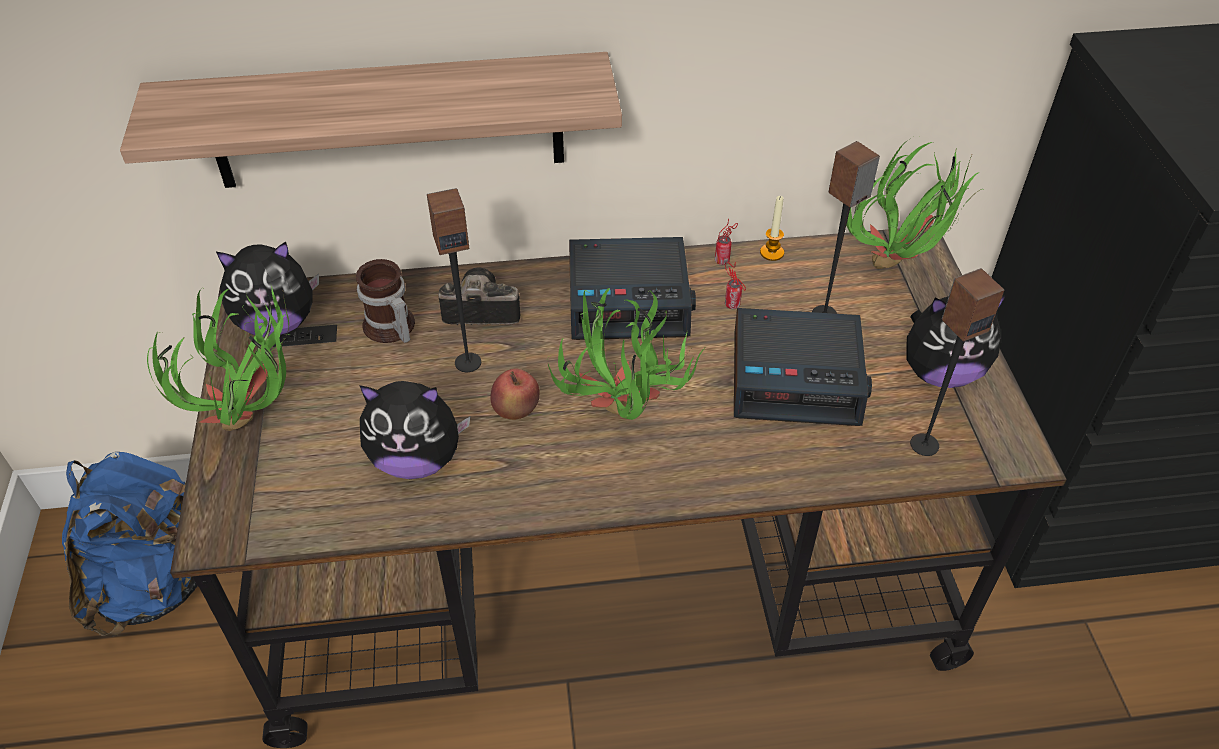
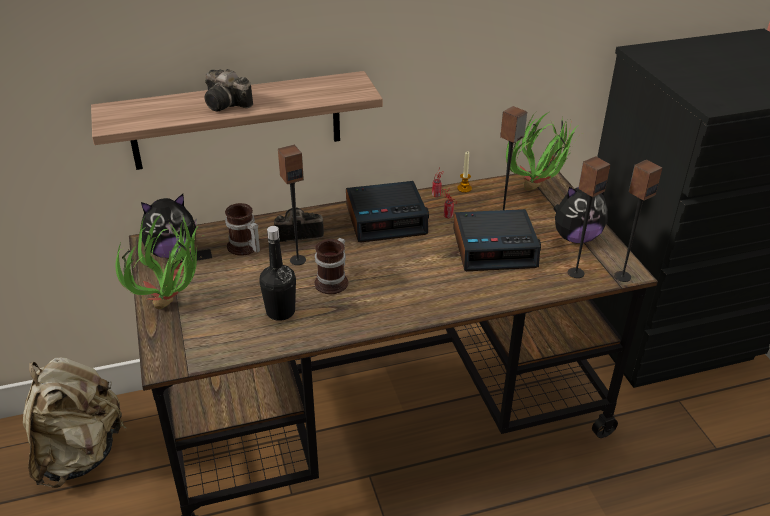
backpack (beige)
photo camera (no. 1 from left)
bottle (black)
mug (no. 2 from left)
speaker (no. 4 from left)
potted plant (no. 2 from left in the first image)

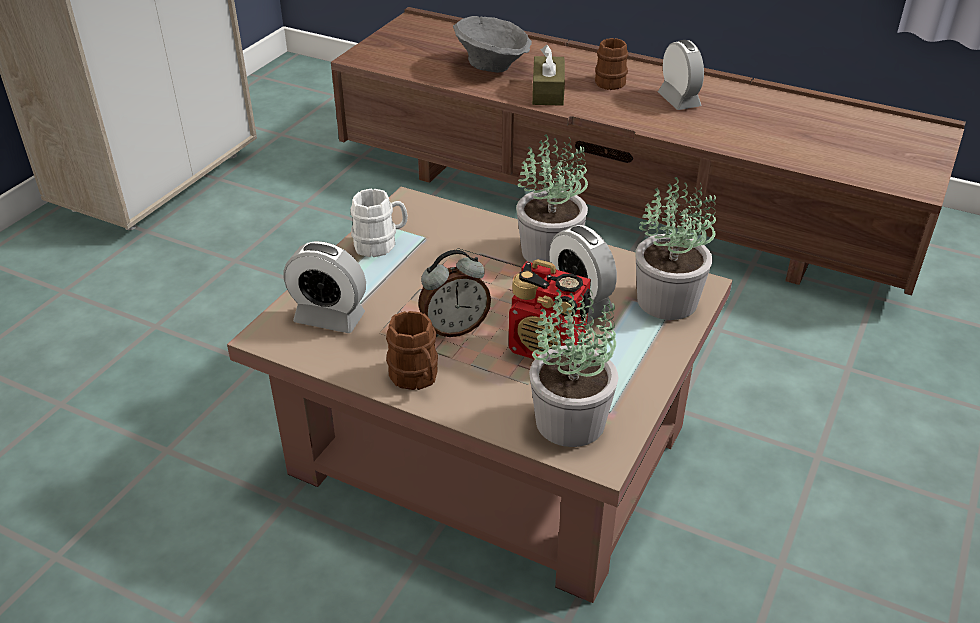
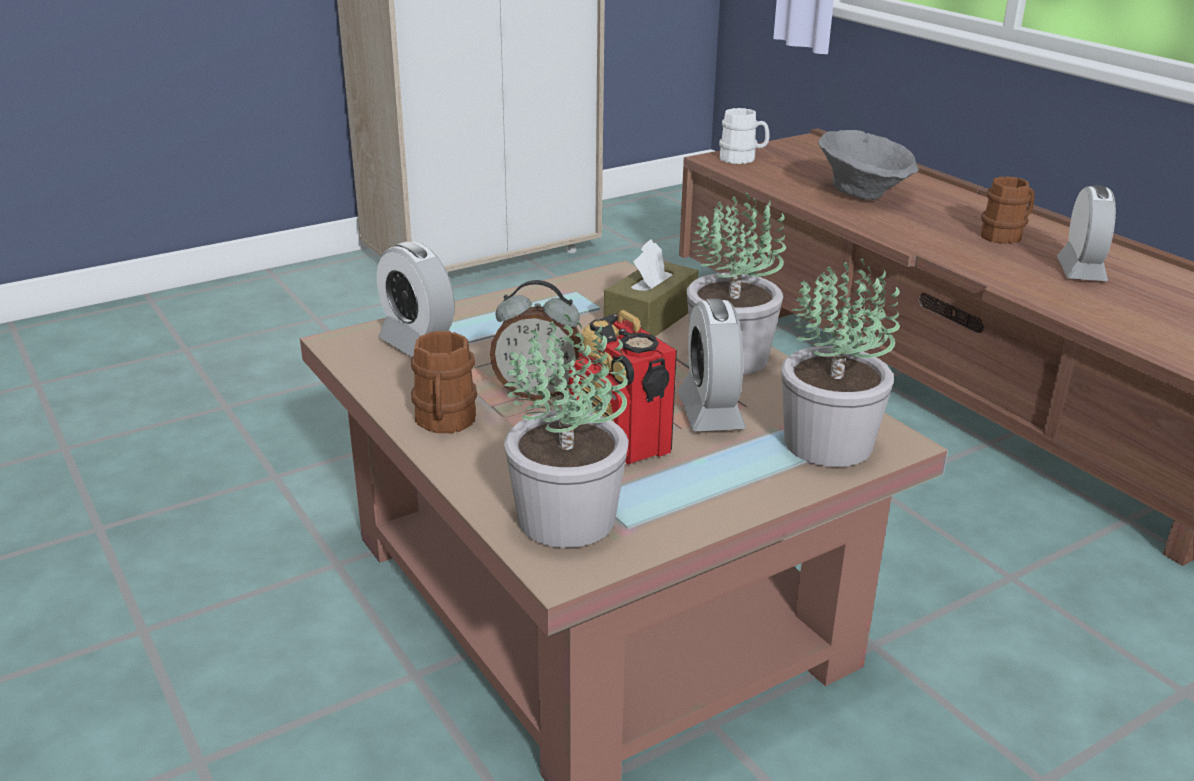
tissue box (brown)
mug (white)

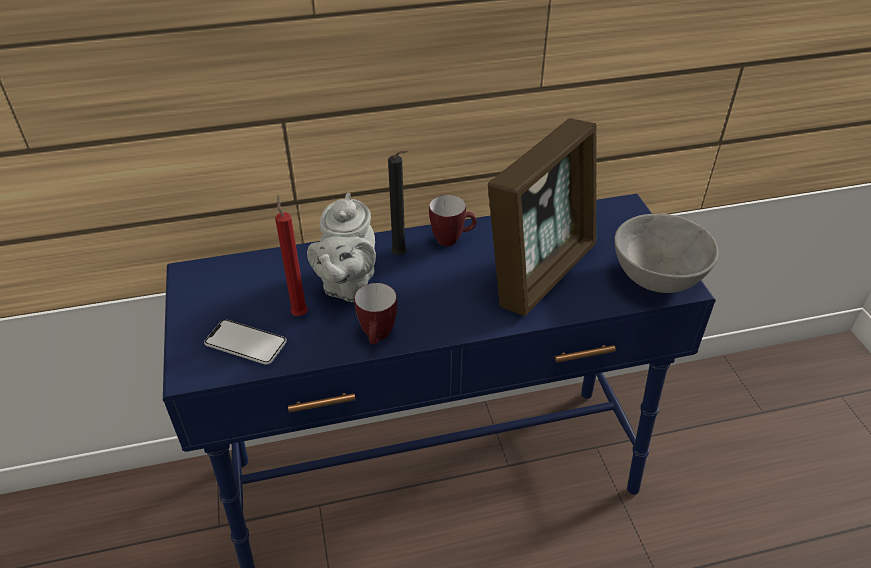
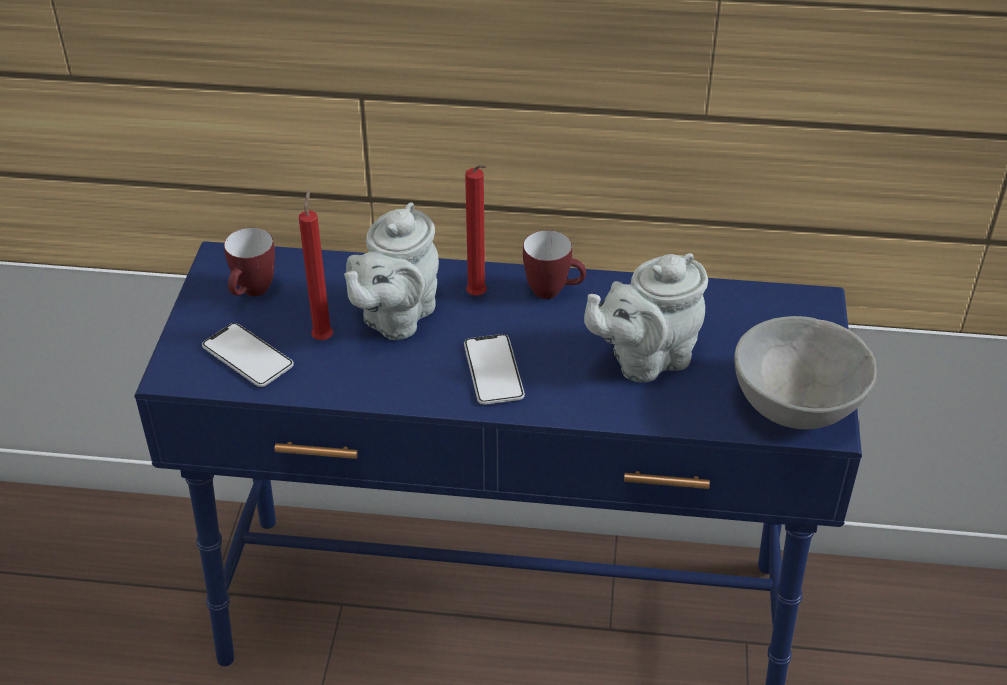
mug (no. 1 from left)
phone (no. 2 from left)
candle (red) (no. 2 from left)
teapot (grey) (no. 2 from left)

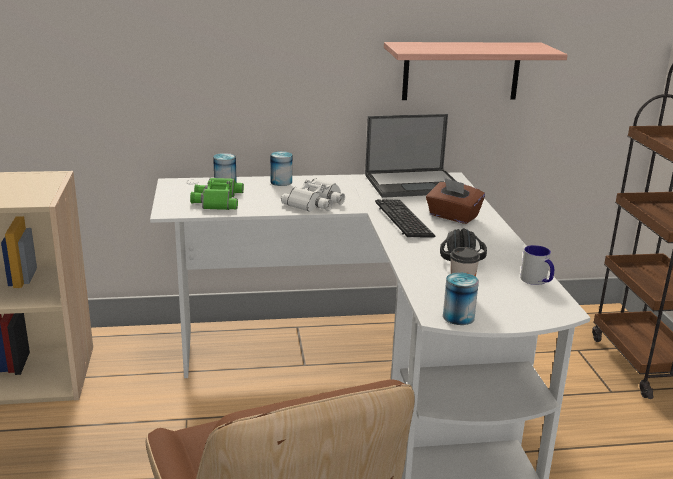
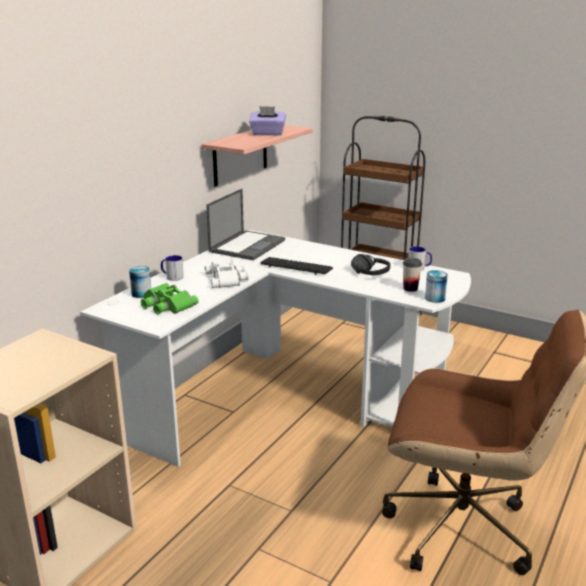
mug (no. 1 from left)
tissue box (purple)
tissue box (brown)

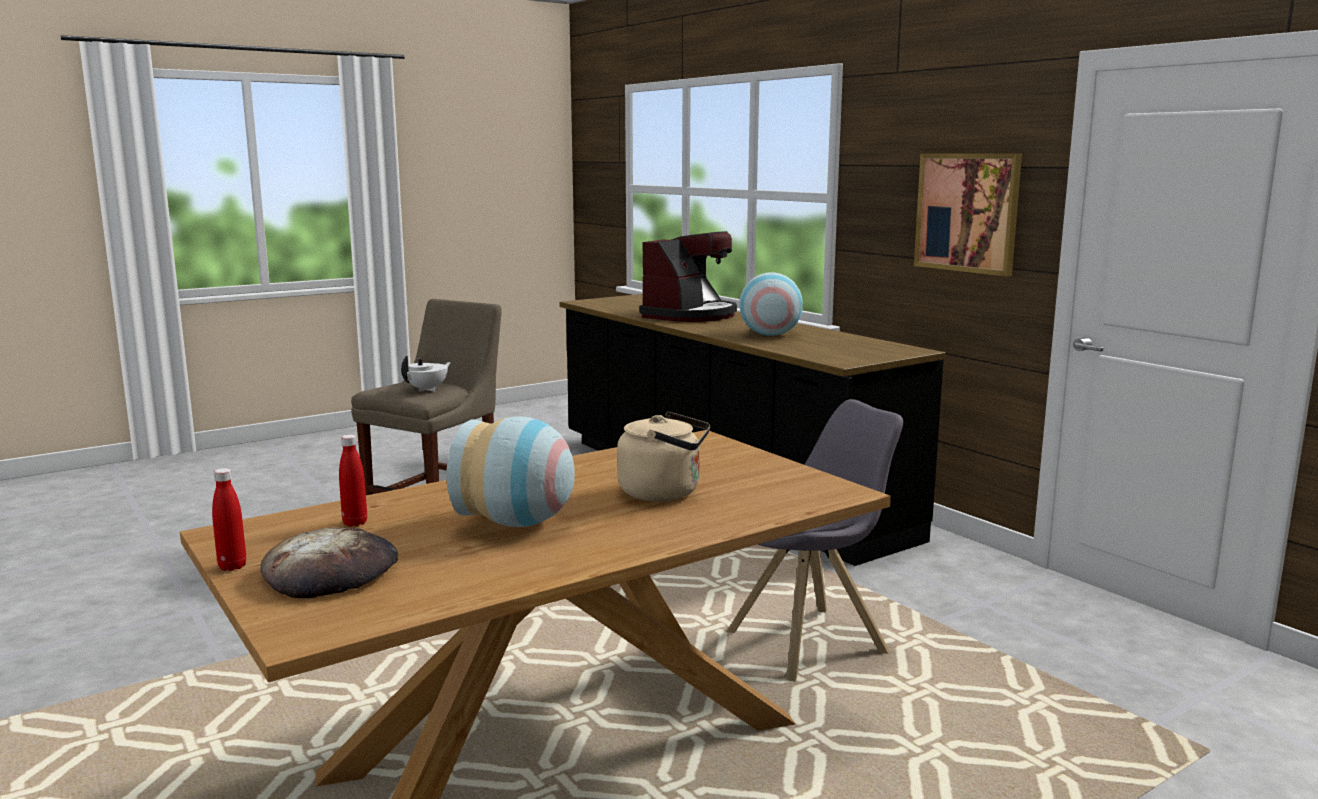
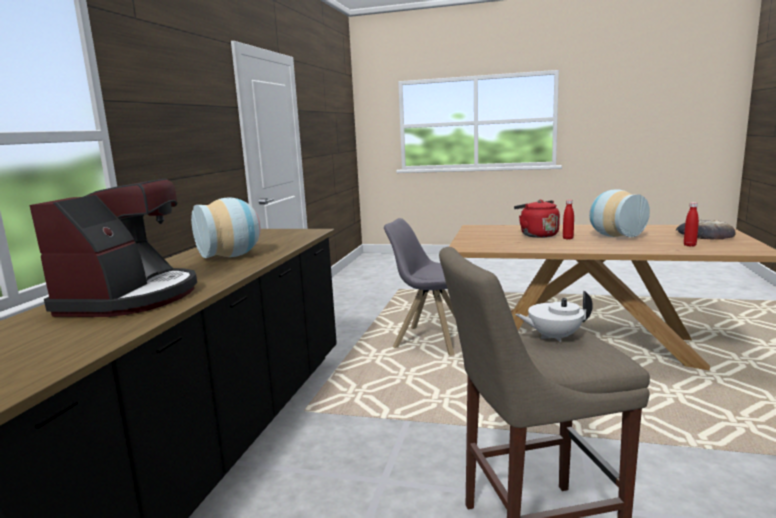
coffee machine
kettle (red)
bottle (red) (no. 1 from left)
picture

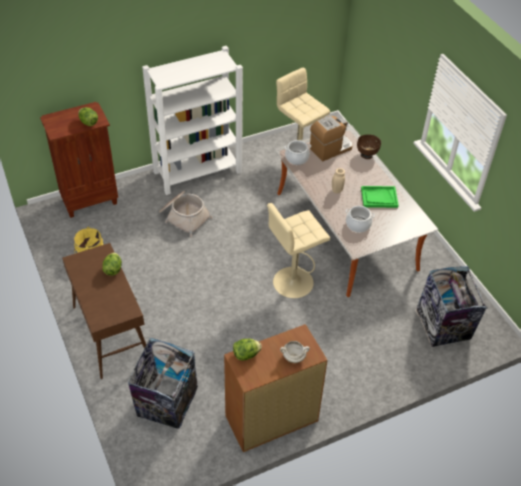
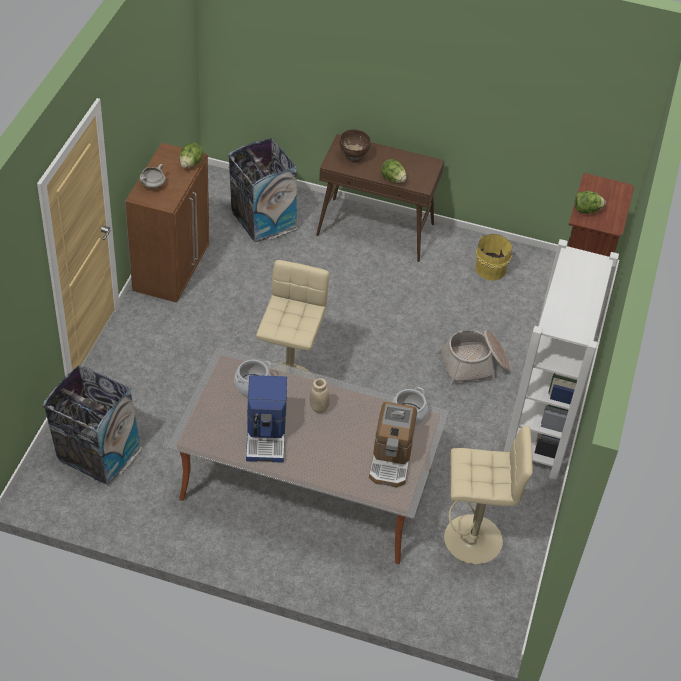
coffee machine (no. 1 from left)
bowl (brown)

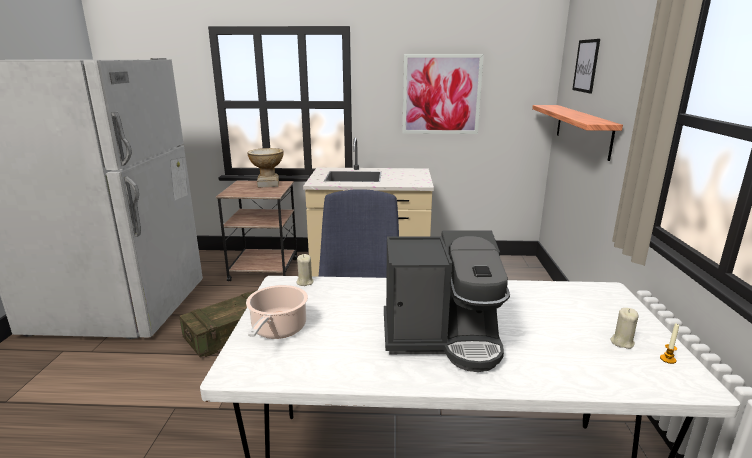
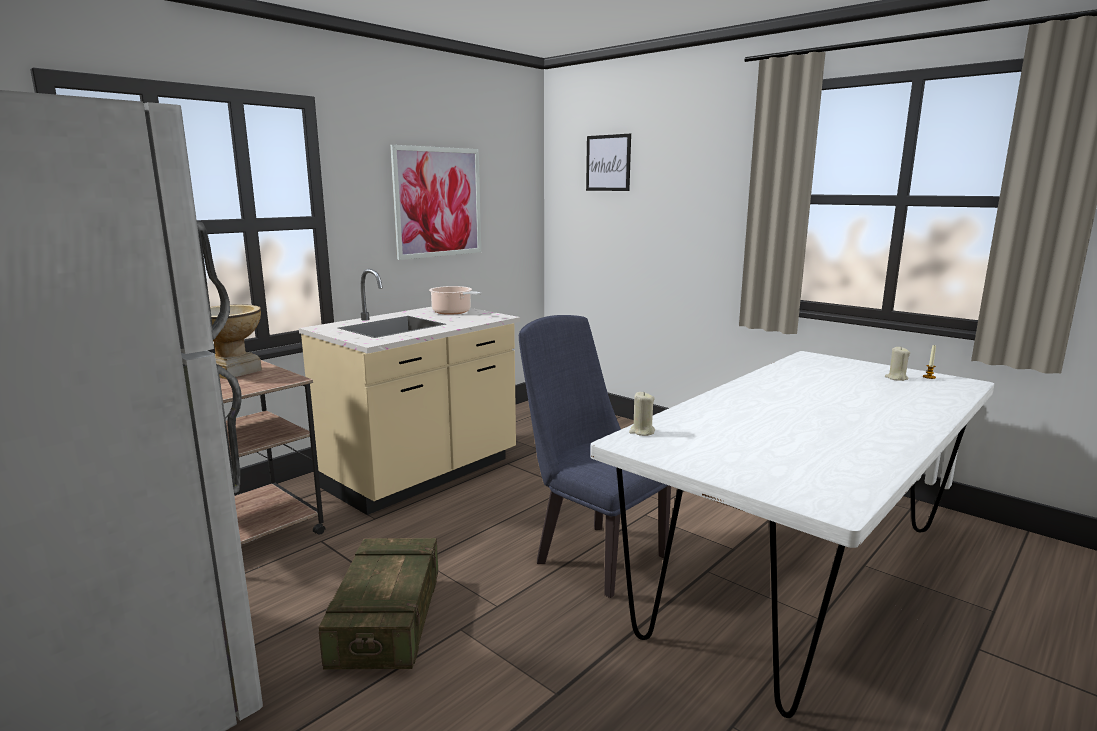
cooking pot
coffee machine
shelf

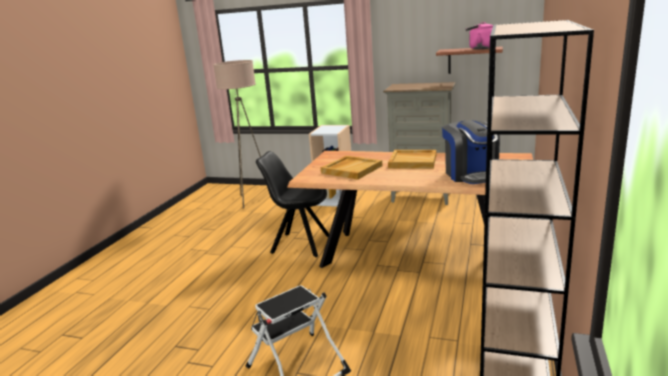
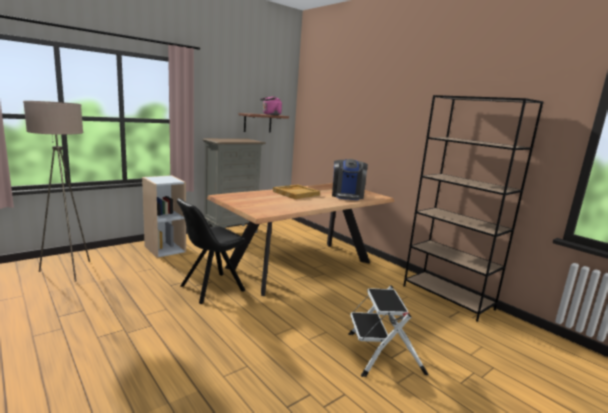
coffee machine
tray (beige) (no. 1 from left in the first image)

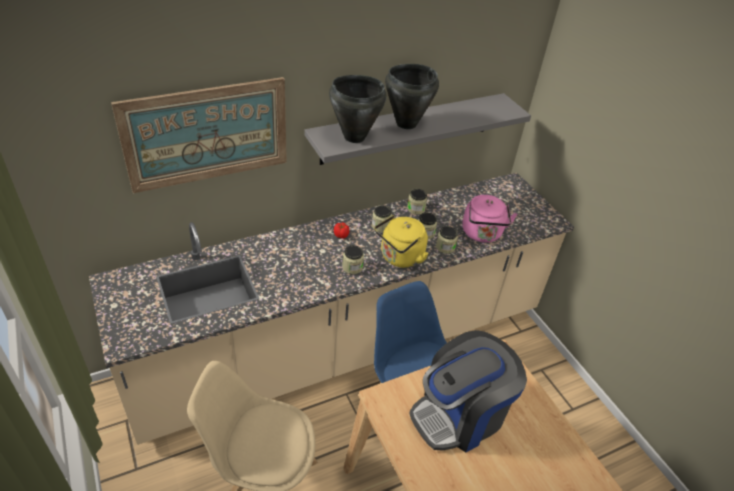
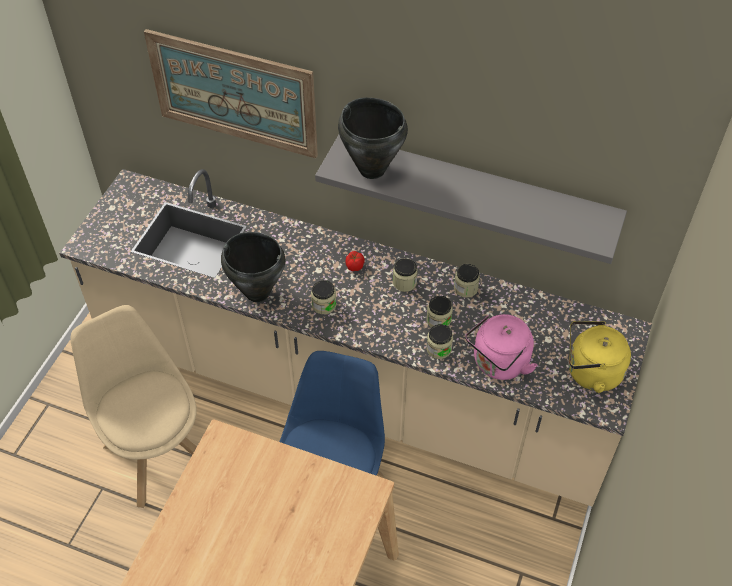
cooking pot (black) (no. 1 from left)
kettle (yellow)
coffee machine

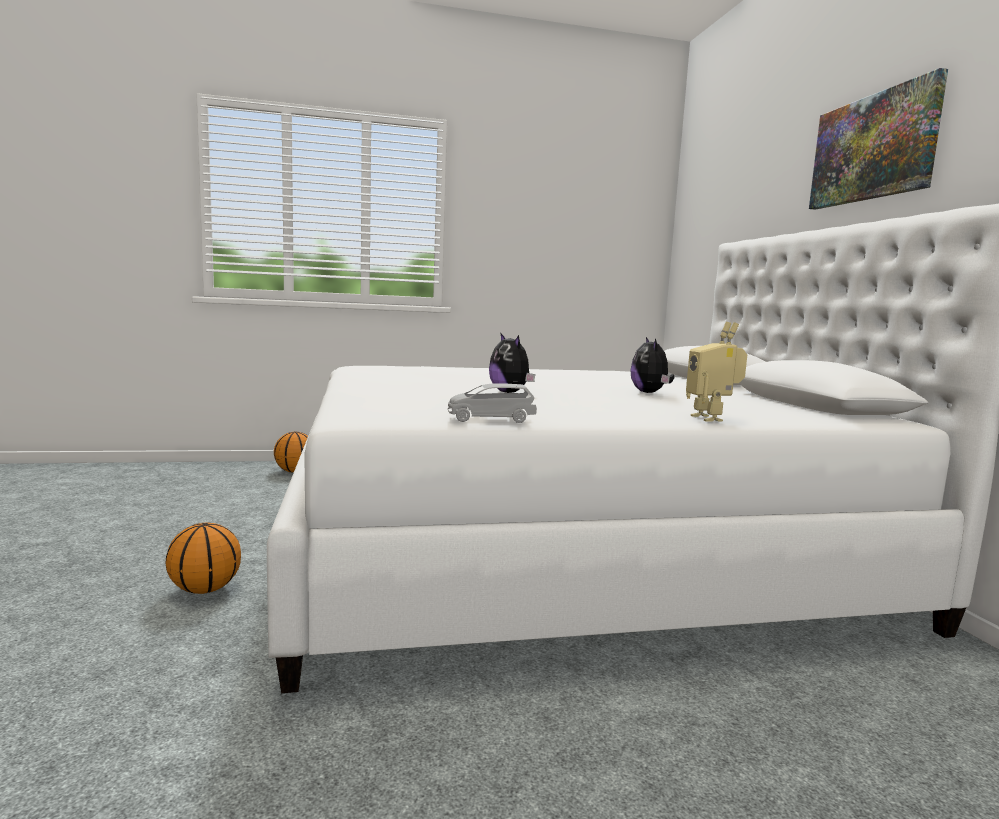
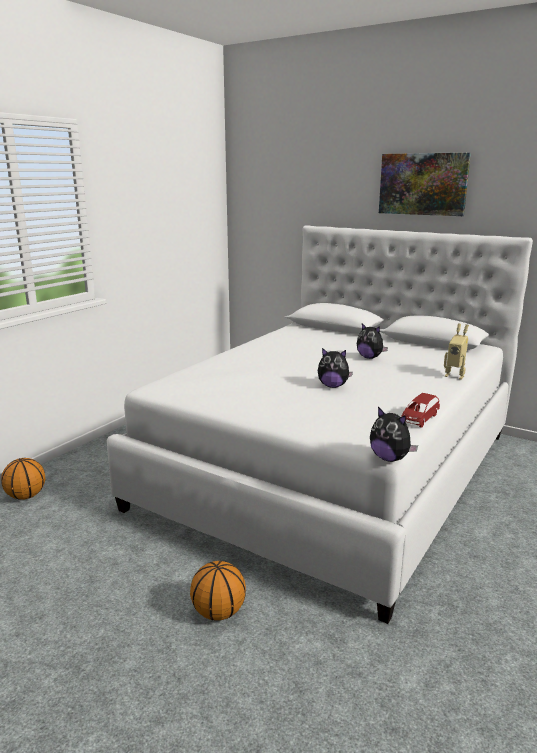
plush toy (no. 3 from left)
toy car (red)

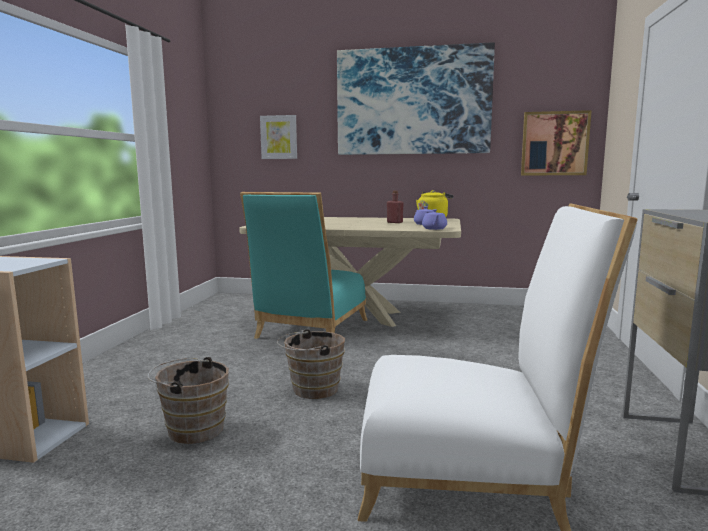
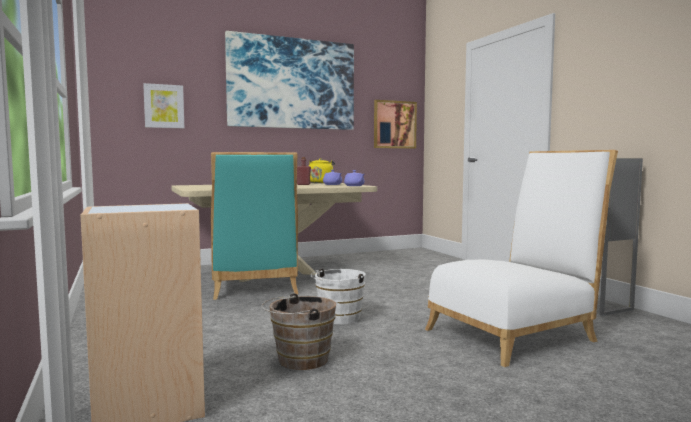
bucket (white)

